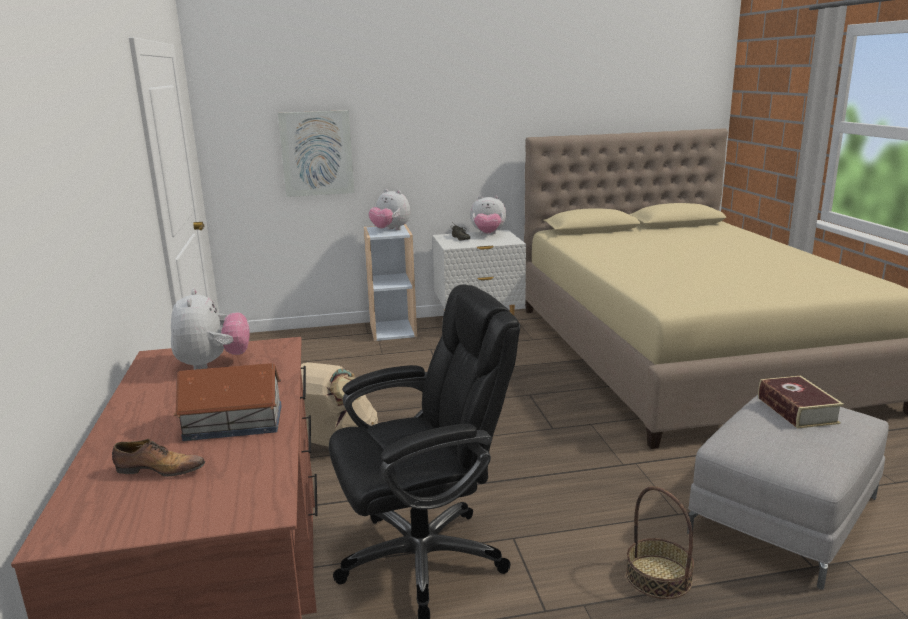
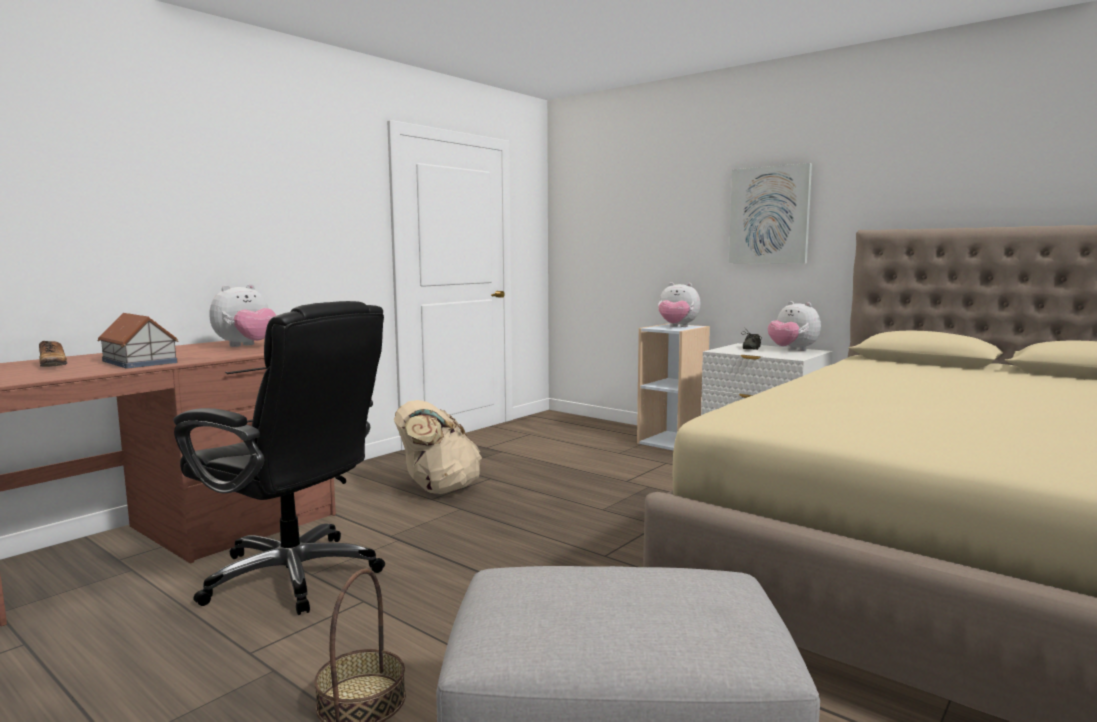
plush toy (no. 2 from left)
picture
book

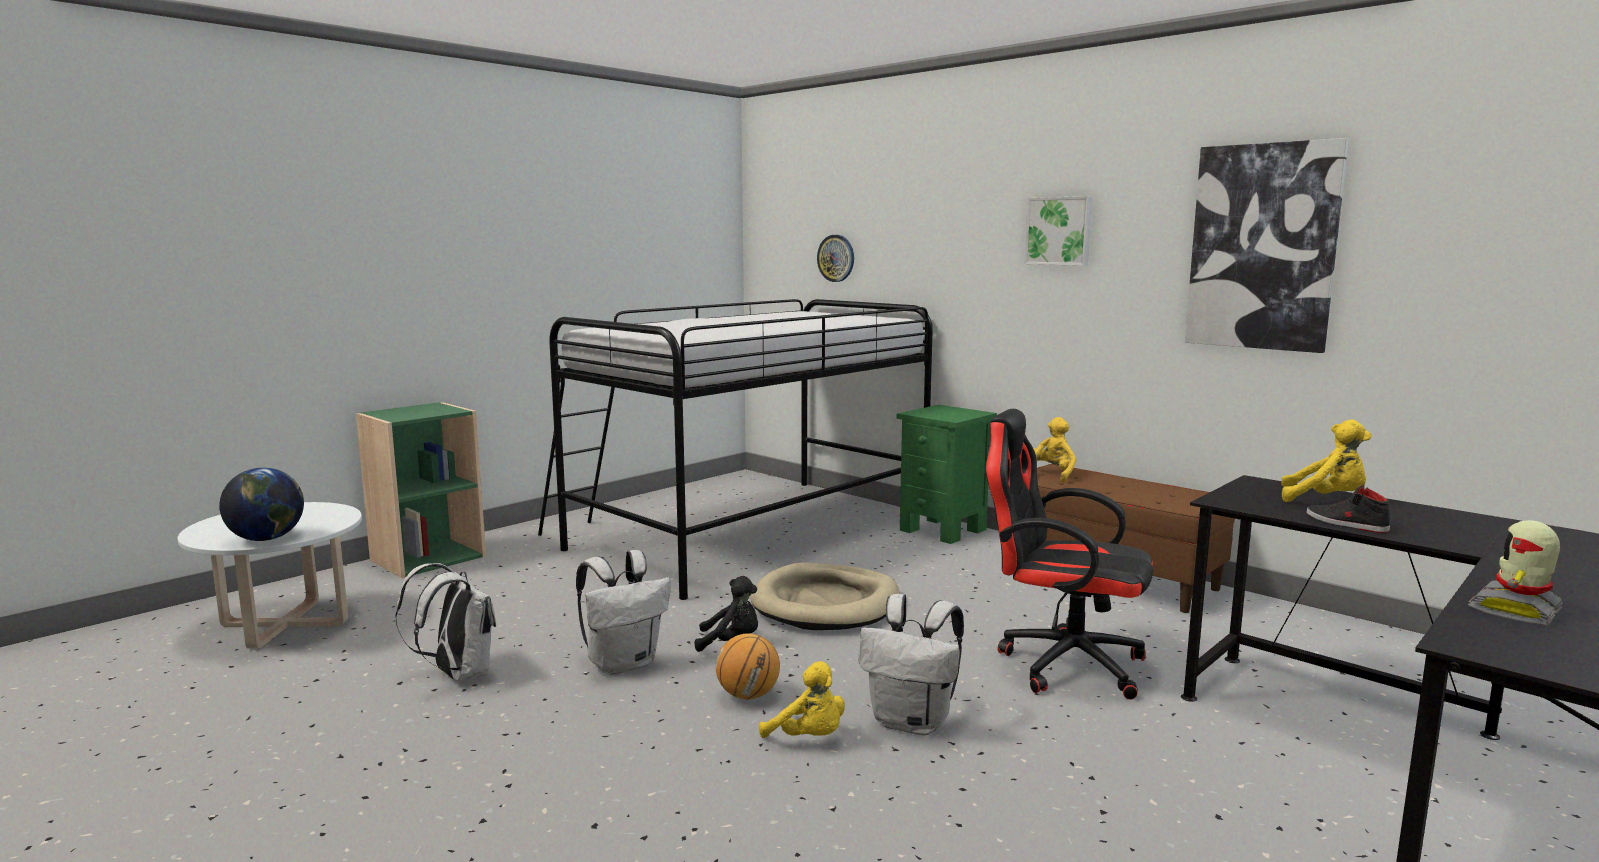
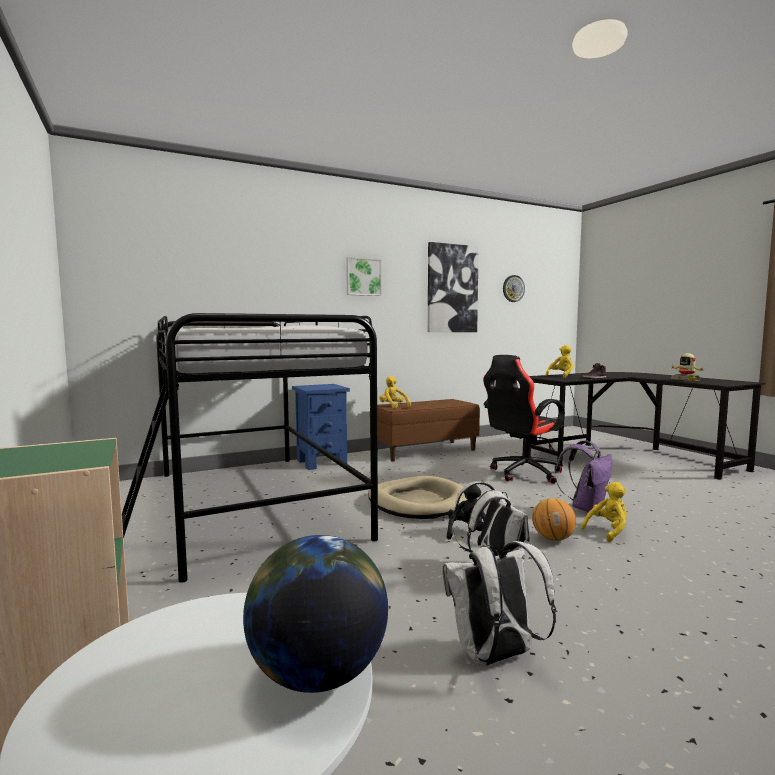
nightstand (blue)
wall clock
backpack (purple)

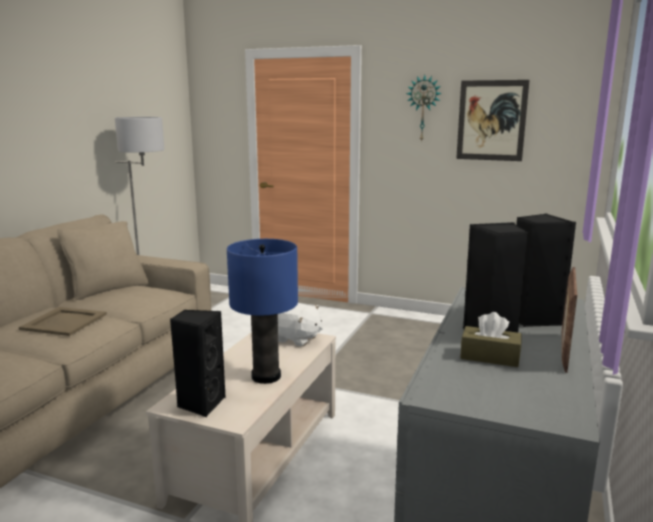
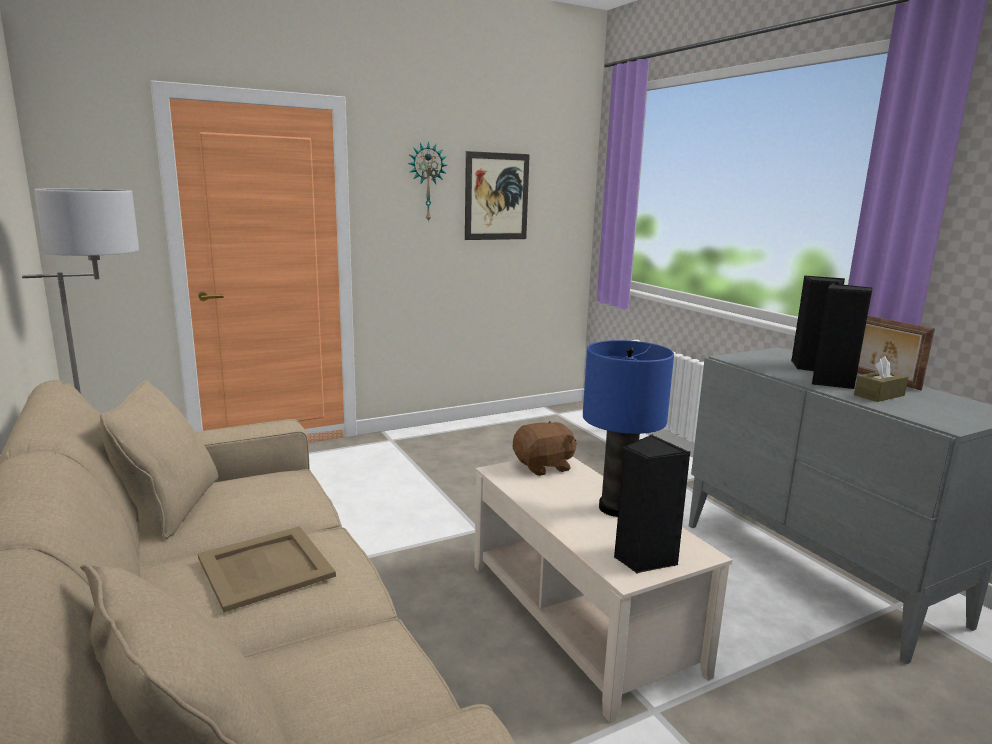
plush toy (brown)

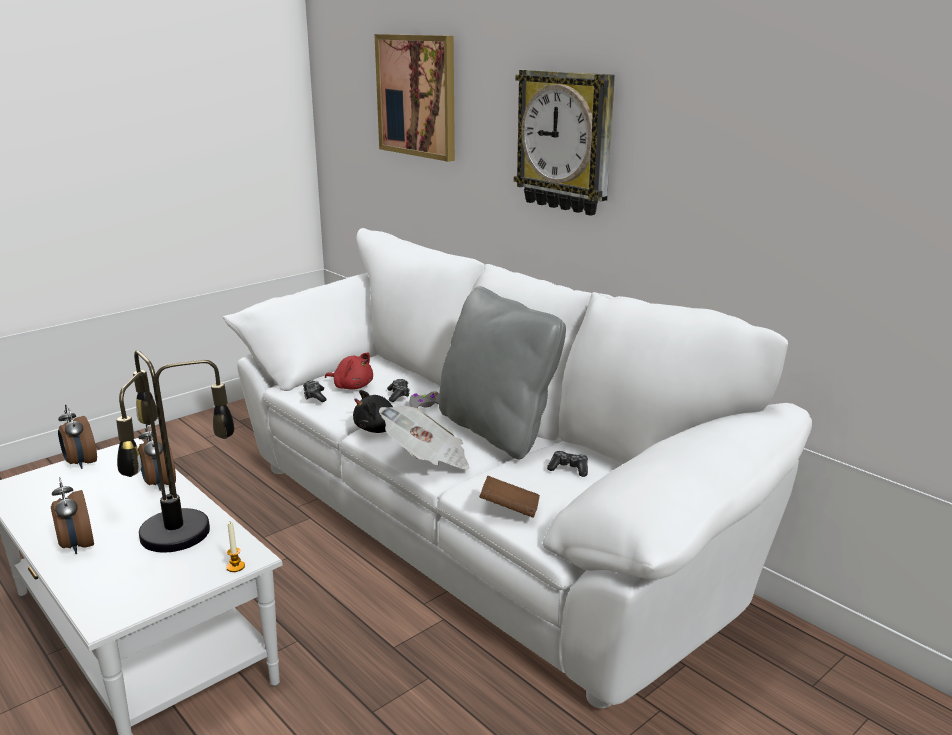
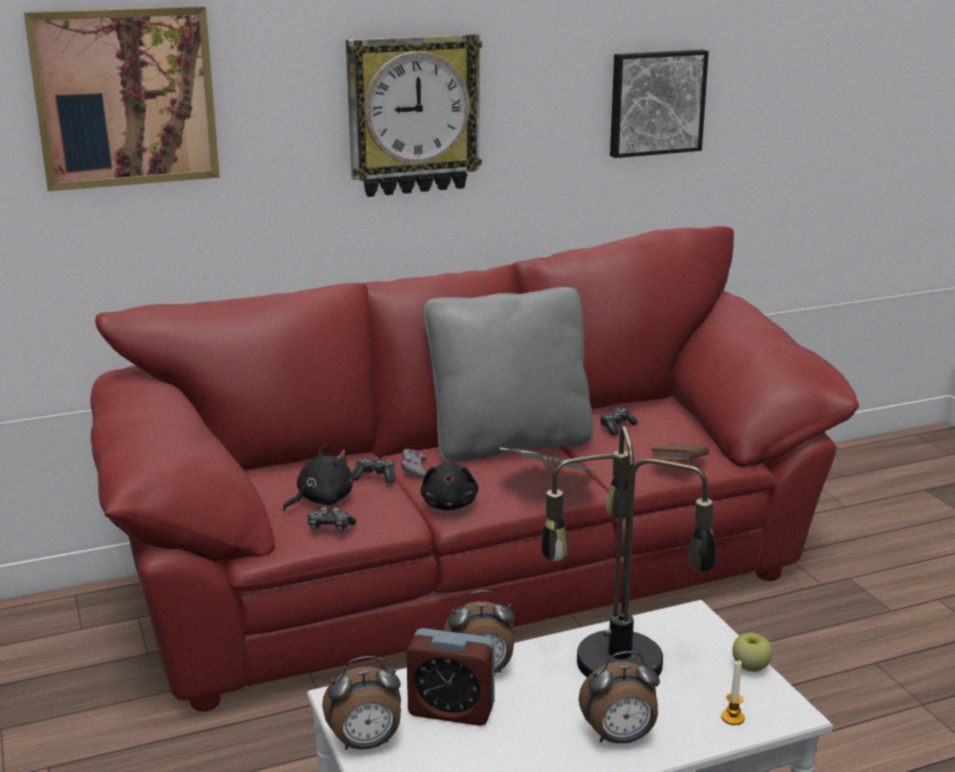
sofa (red)
plush toy (black) (no. 1 from left)
alarm clock (no. 2 from left)
picture (no. 2 from left)
candle
apple

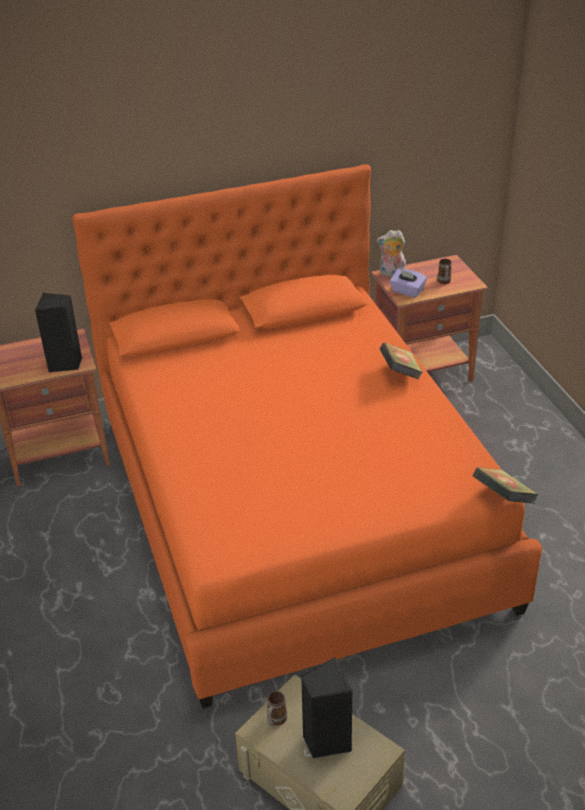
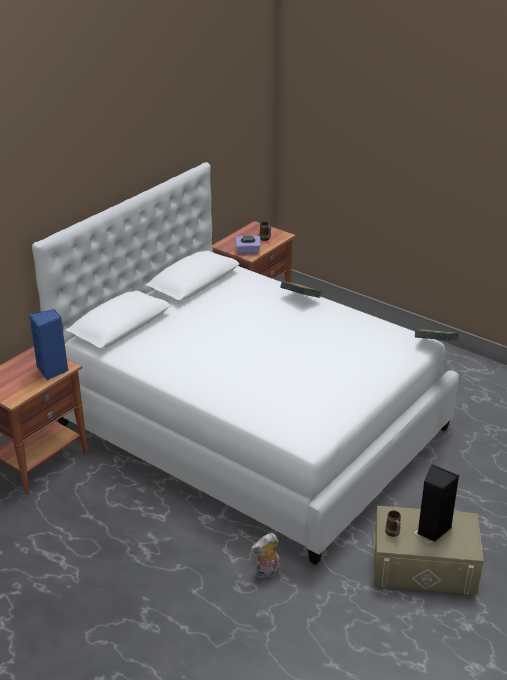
speaker (blue)
bed (white)
plush toy

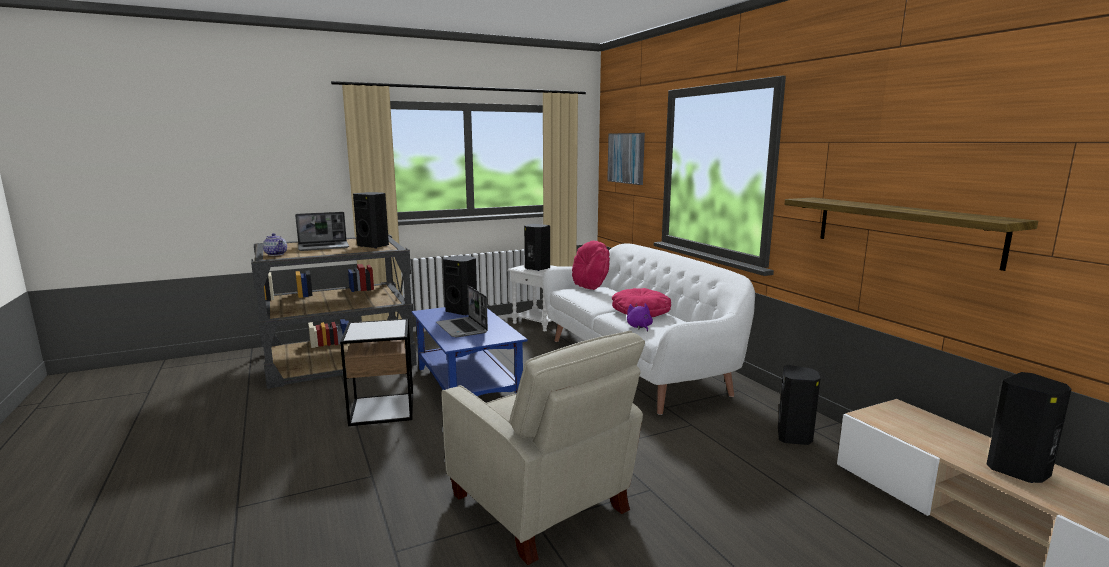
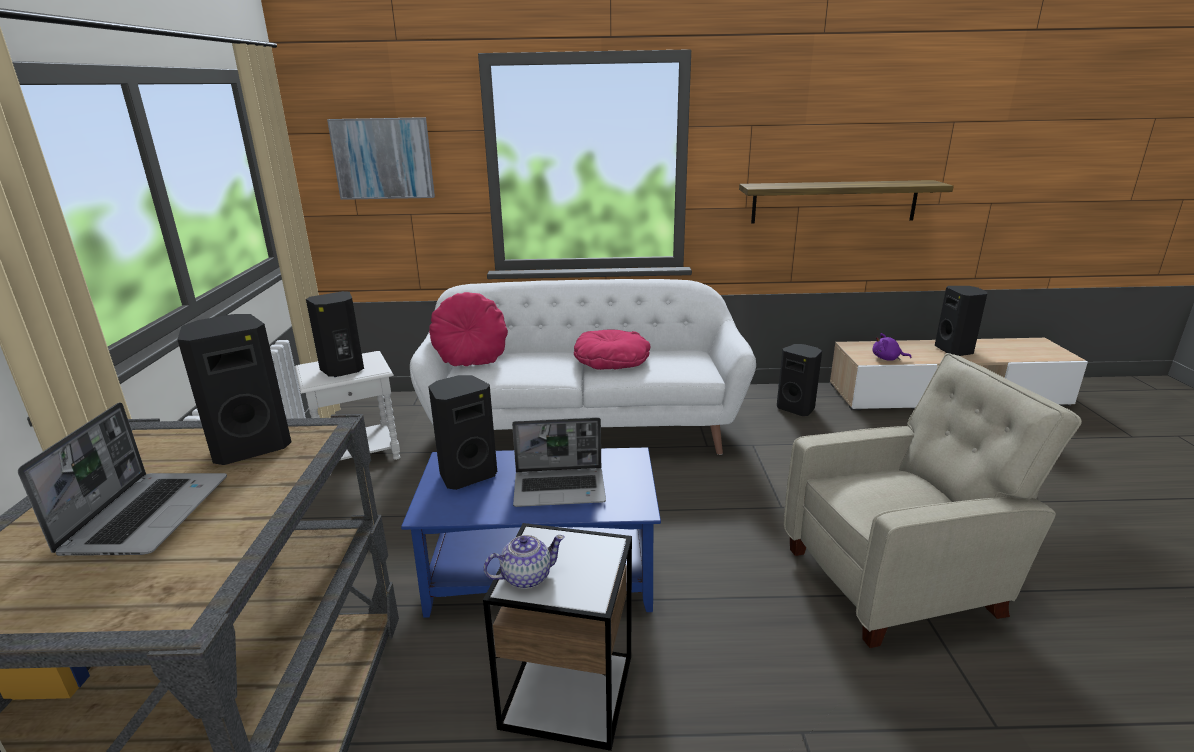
teapot
plush toy (purple)

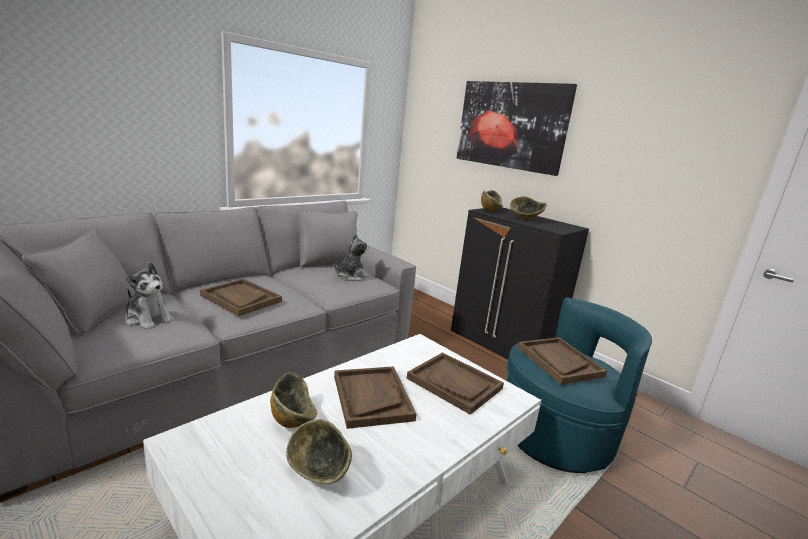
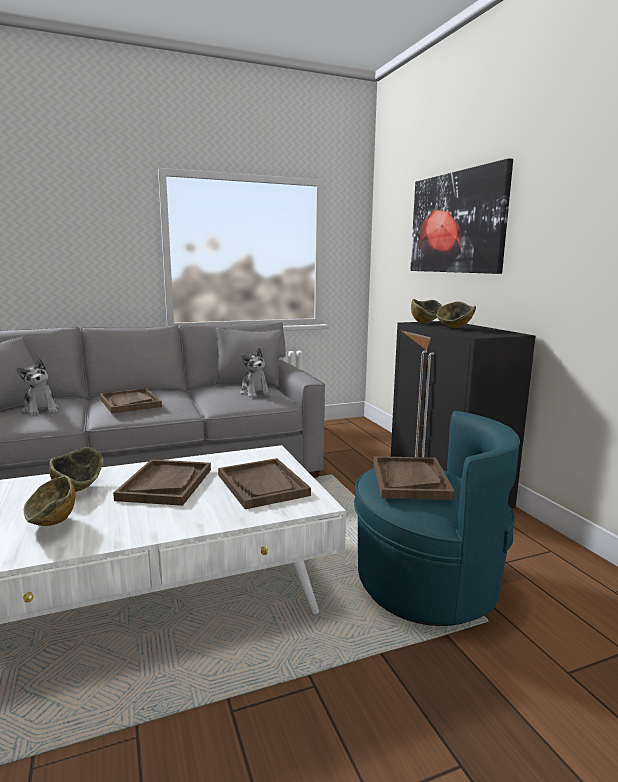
plush toy (no. 2 from left)

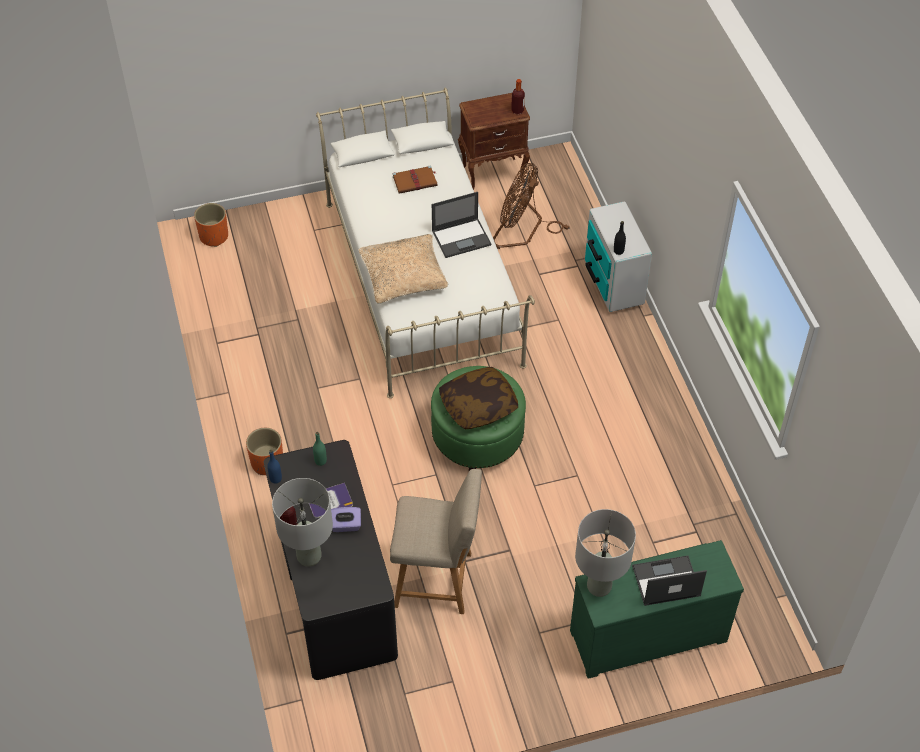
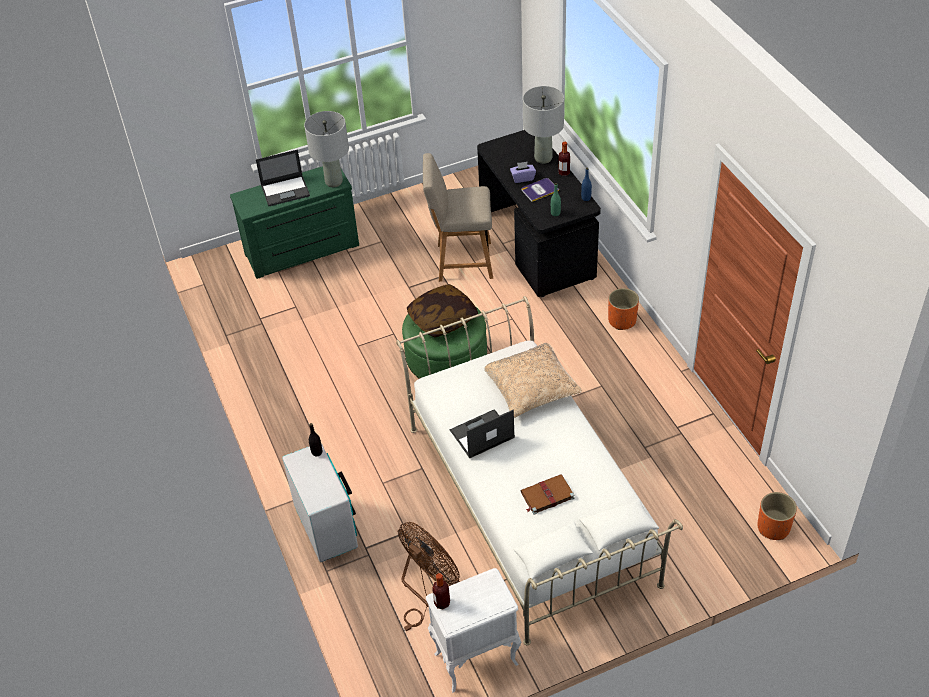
fan (brown)
nightstand (white) (no. 2 from left)

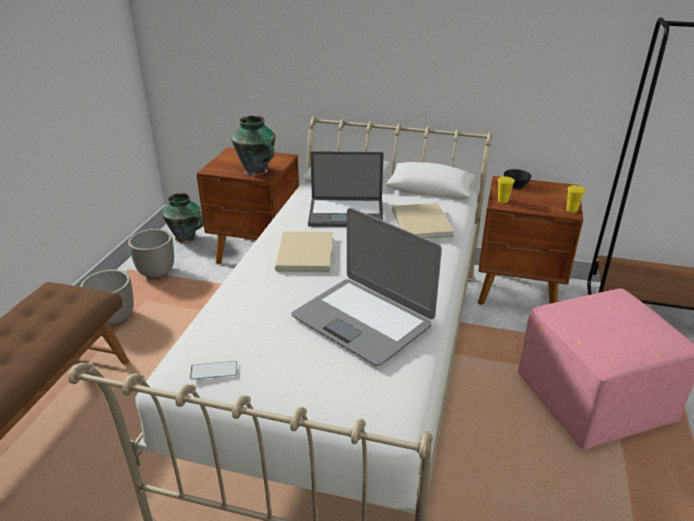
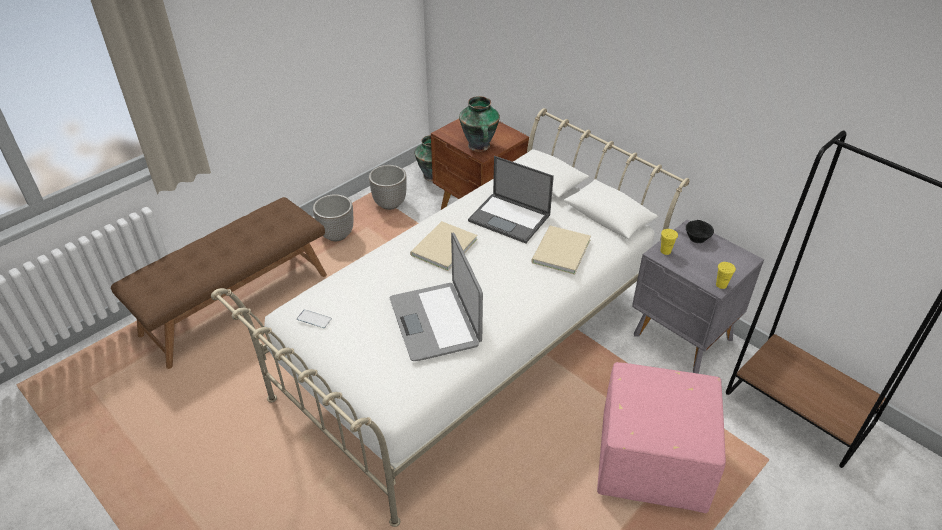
nightstand (grey)

